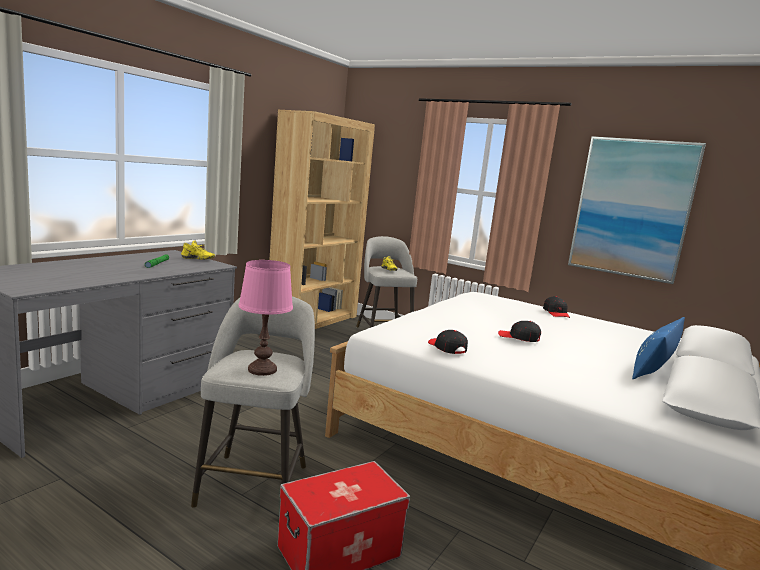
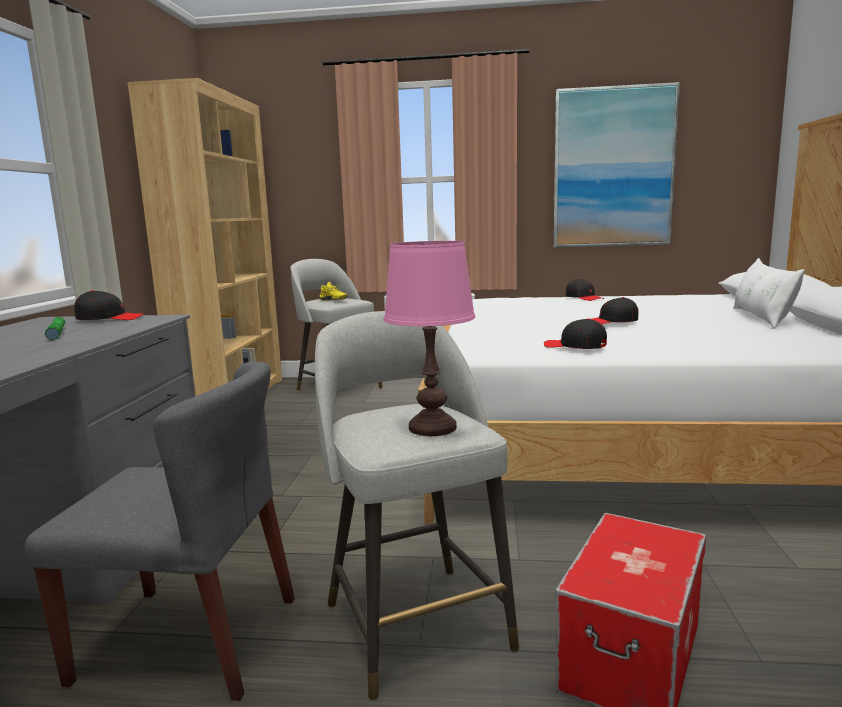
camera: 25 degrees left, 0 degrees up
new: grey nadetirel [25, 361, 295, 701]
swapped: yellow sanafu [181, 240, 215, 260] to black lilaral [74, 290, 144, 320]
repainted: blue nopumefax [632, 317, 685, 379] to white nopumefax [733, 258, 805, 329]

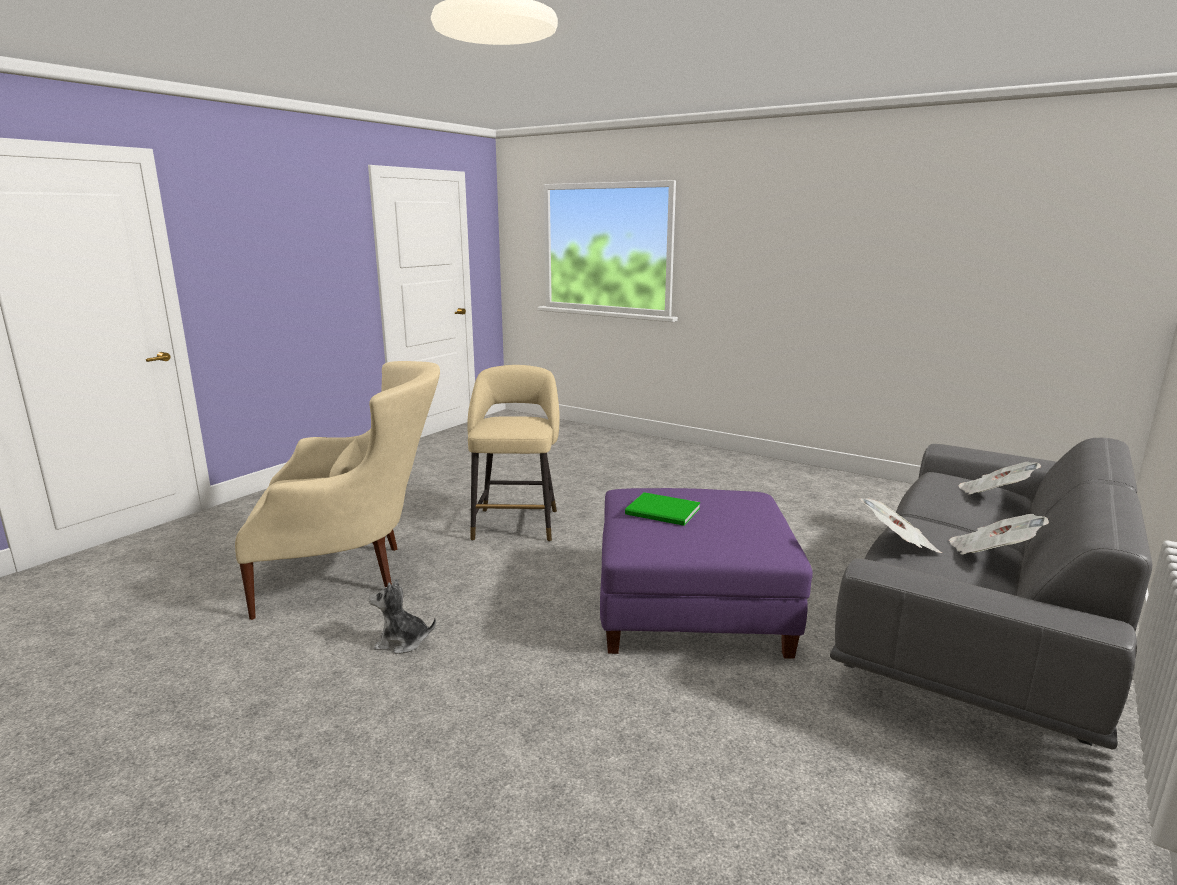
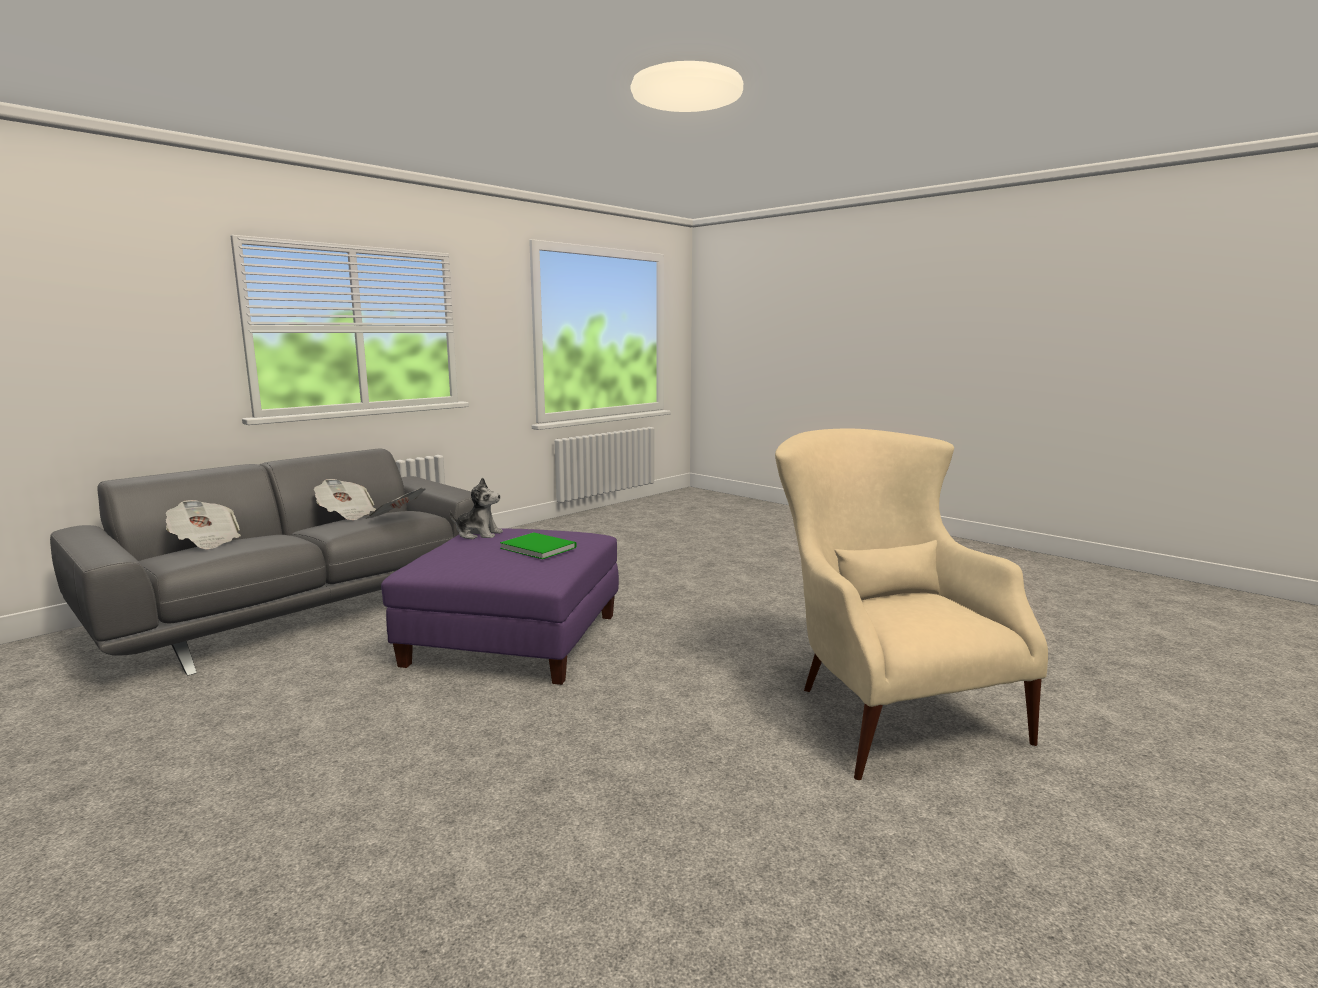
camera: 170 degrees left, 5 degrees down
gone: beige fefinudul [467, 365, 560, 542]
shifted: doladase [369, 579, 436, 654] to [449, 477, 503, 539]
rotated: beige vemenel [235, 361, 440, 620] = [775, 429, 1048, 780] 75 degrees clockwise

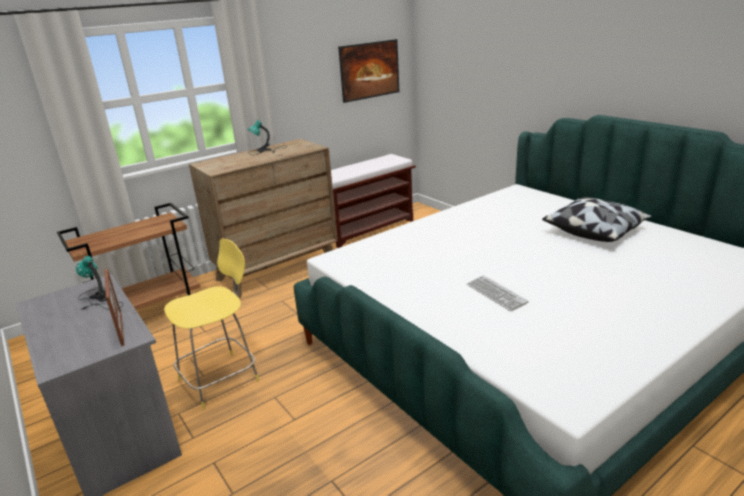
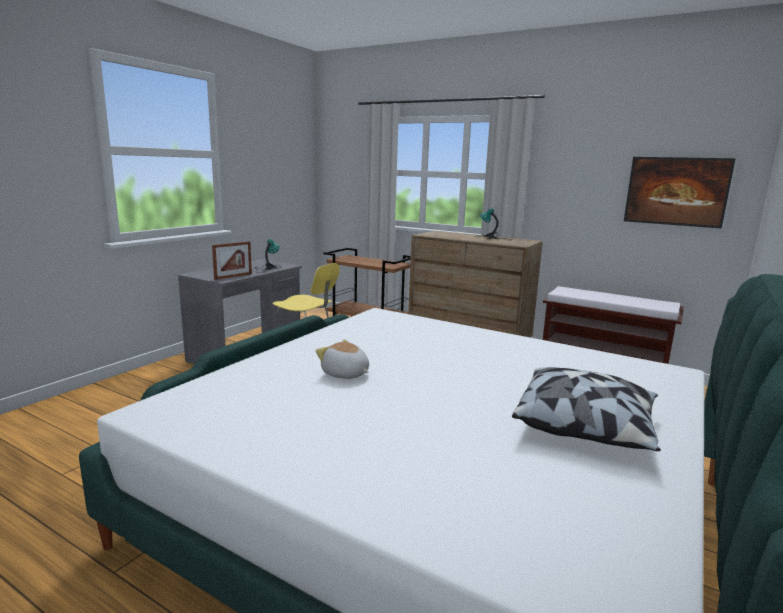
camera: 65 degrees right, 10 degrees down
swapped: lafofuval [467, 275, 529, 311] to doladase [316, 339, 369, 379]

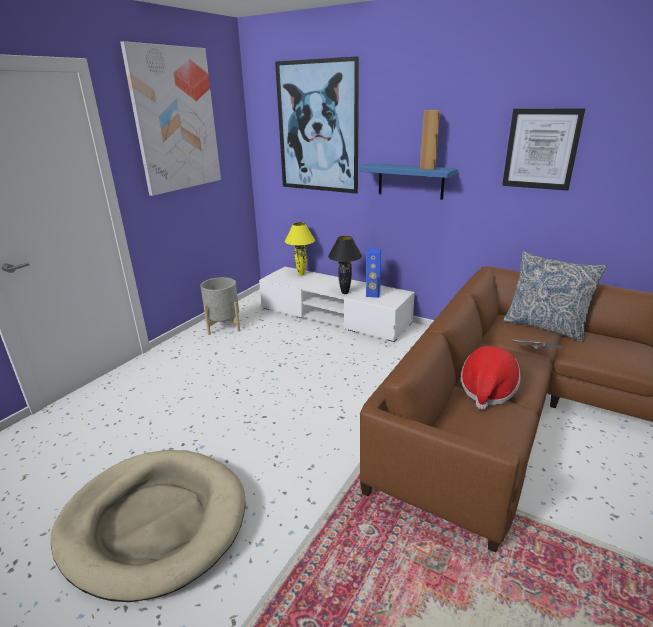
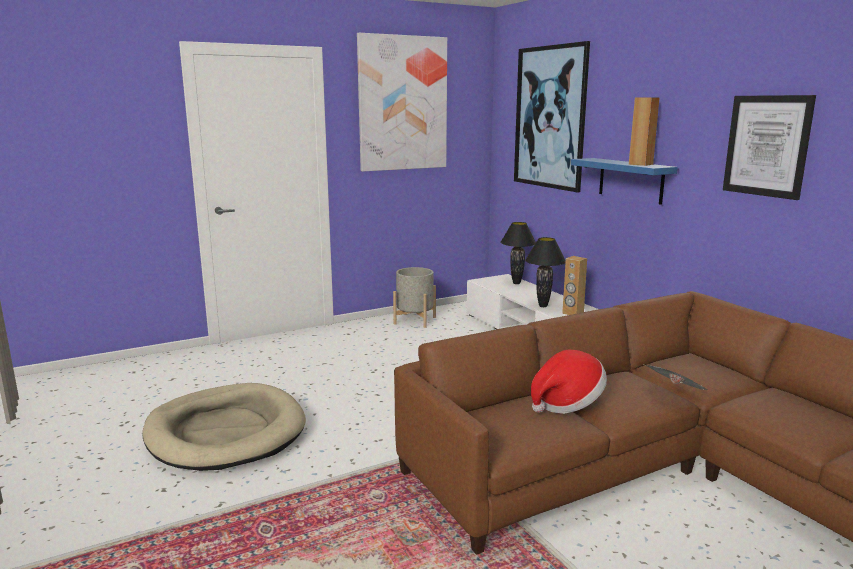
camera: 30 degrees right, 10 degrees down
gone: nopumefax [503, 252, 607, 342]
repainted: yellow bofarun [285, 222, 315, 276] to black bofarun [500, 222, 536, 284]; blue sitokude [366, 249, 381, 298] to brown sitokude [562, 256, 587, 315]

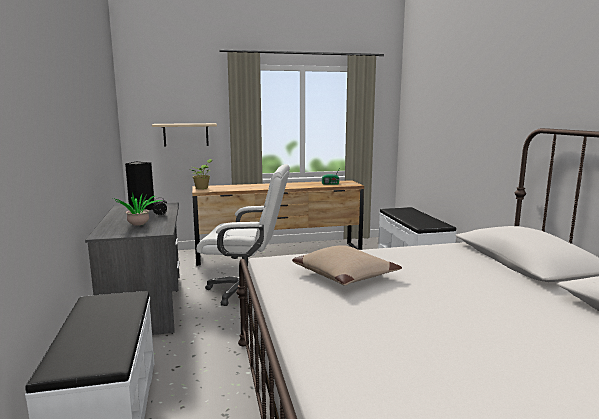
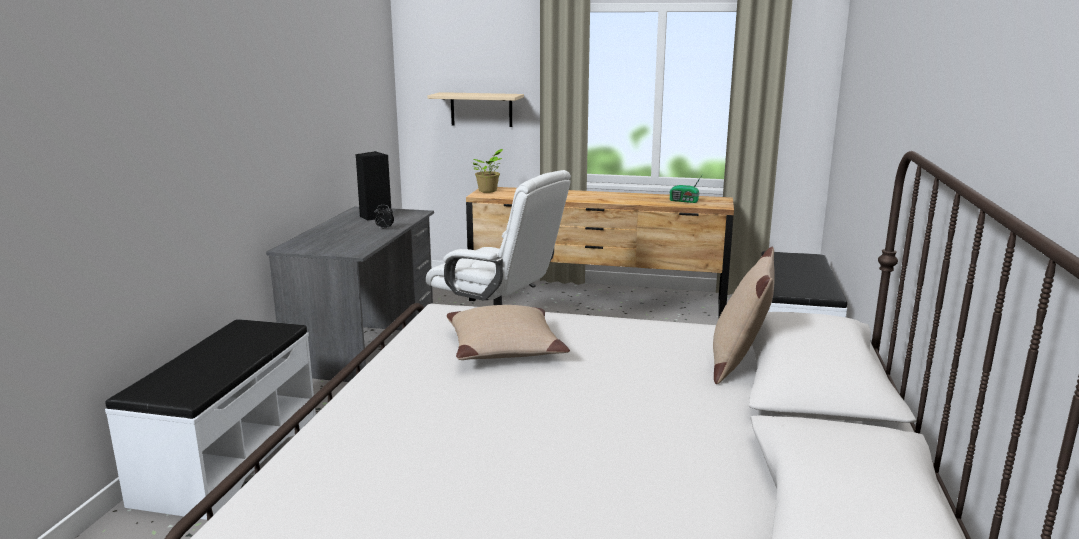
camera: 25 degrees right, 5 degrees up
gone: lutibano [113, 193, 164, 226]
new: beige nopumefax [713, 247, 775, 384]

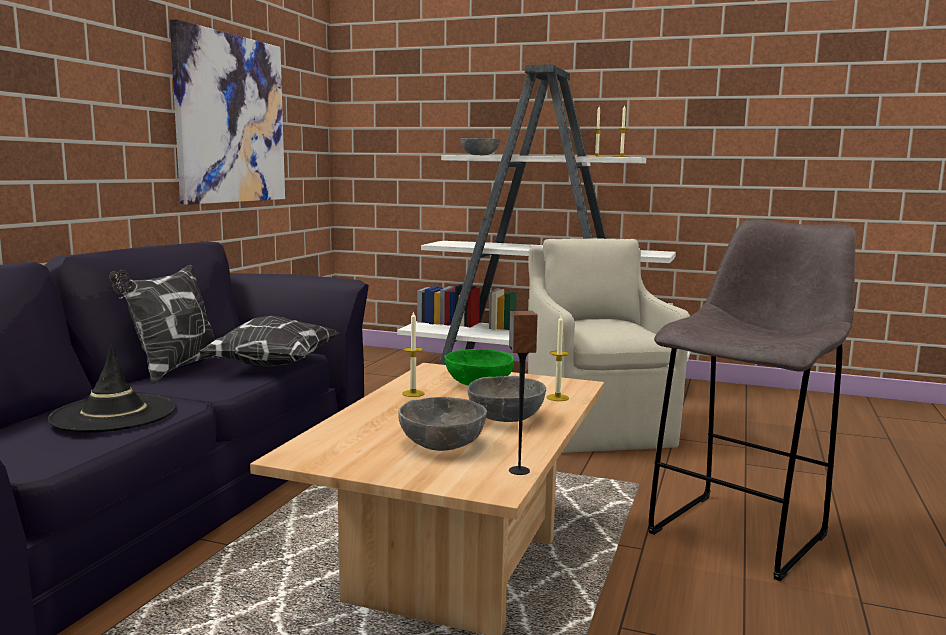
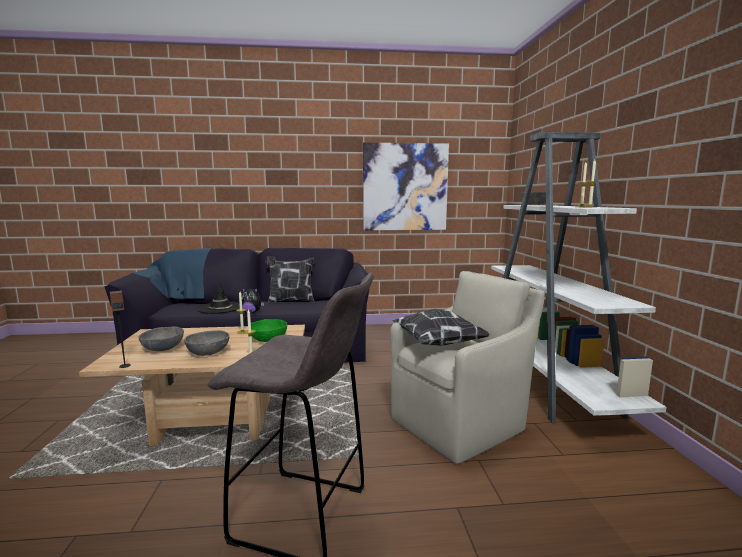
camera: 65 degrees right, 0 degrees up
new: doladase [242, 288, 265, 313]
shifted: nopumefax [199, 315, 338, 366] to [392, 309, 490, 346]

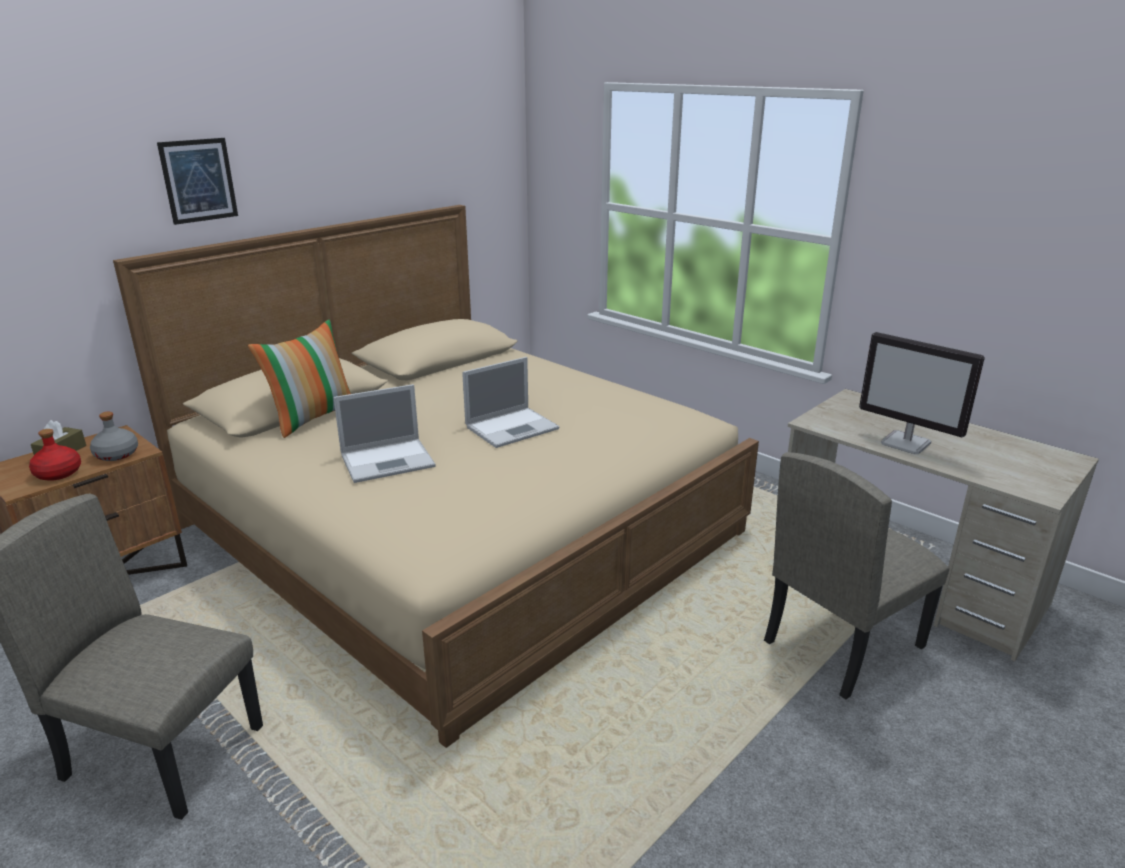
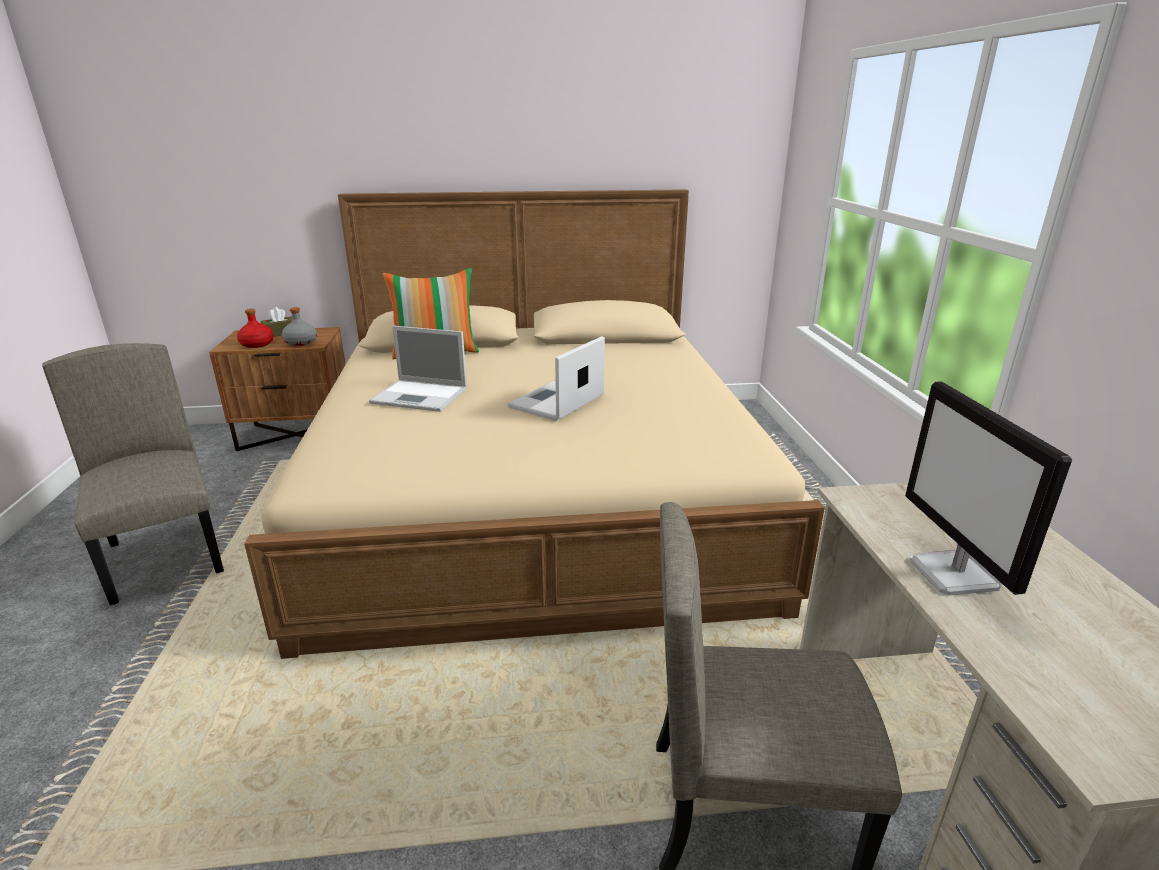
camera: 40 degrees right, 0 degrees up
gone: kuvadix [157, 138, 238, 225]
rotated: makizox [462, 357, 559, 448] = [507, 336, 605, 421] 120 degrees clockwise

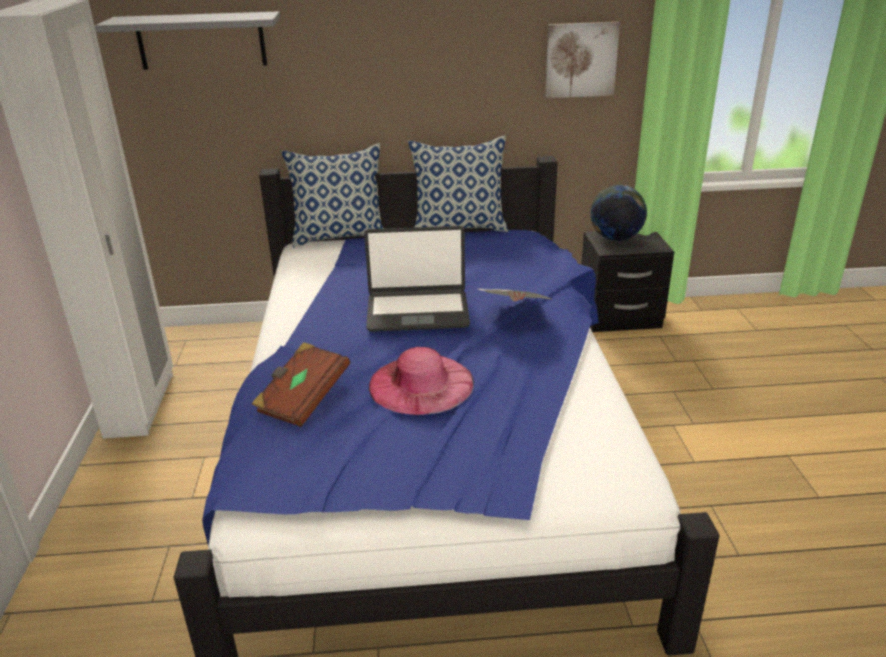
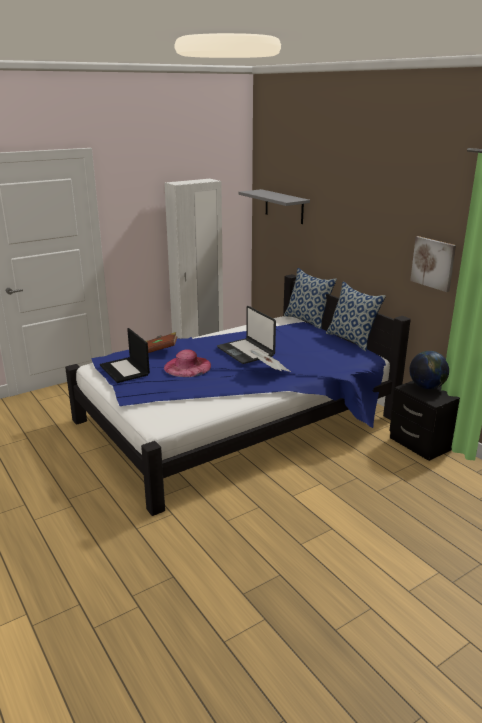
camera: 60 degrees right, 5 degrees down
new: makizox [100, 328, 150, 383]

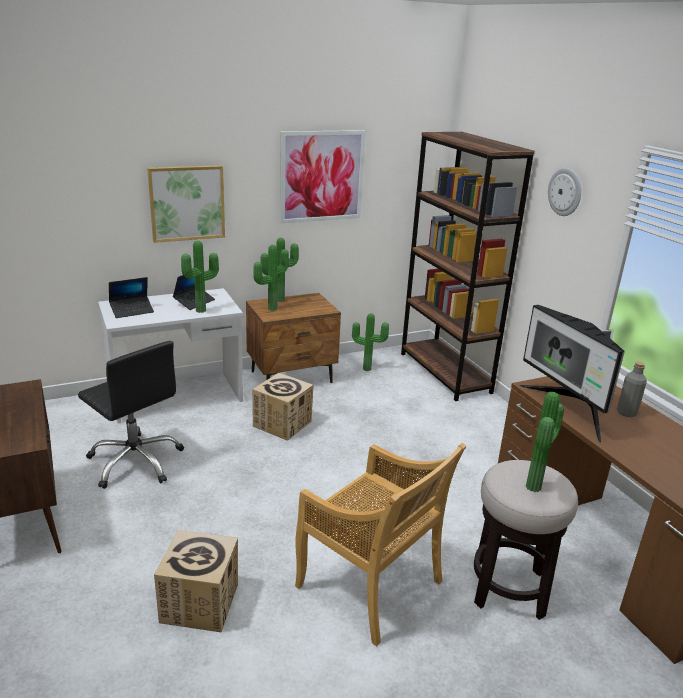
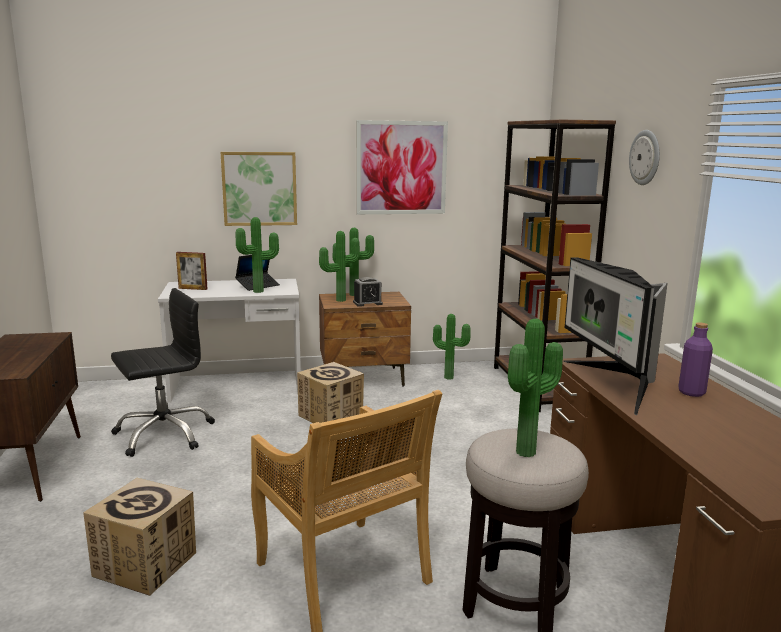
camera: 15 degrees right, 10 degrees down
new: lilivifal [353, 277, 383, 307]
swapped: makizox [109, 277, 154, 318] to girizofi [176, 252, 208, 290]
repainted: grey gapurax [617, 361, 647, 417] to purple gapurax [678, 322, 713, 397]
rotated: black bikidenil [78, 341, 184, 489] = [111, 288, 215, 457] 90 degrees counterclockwise

